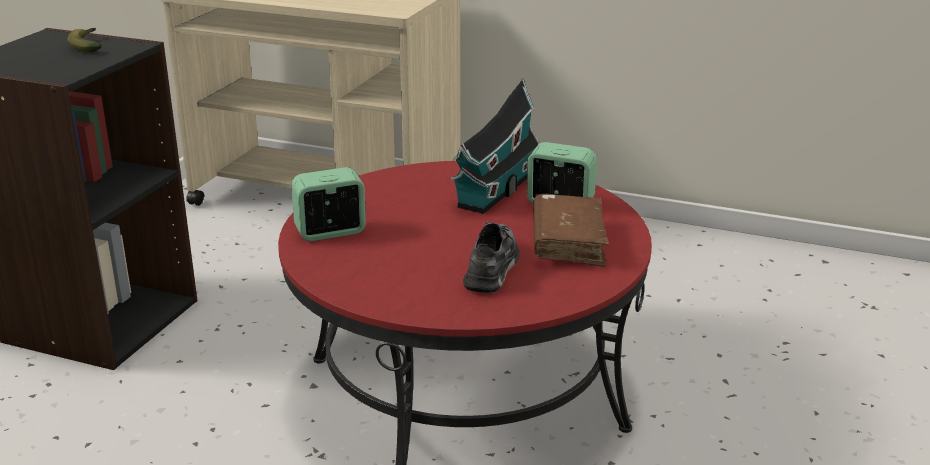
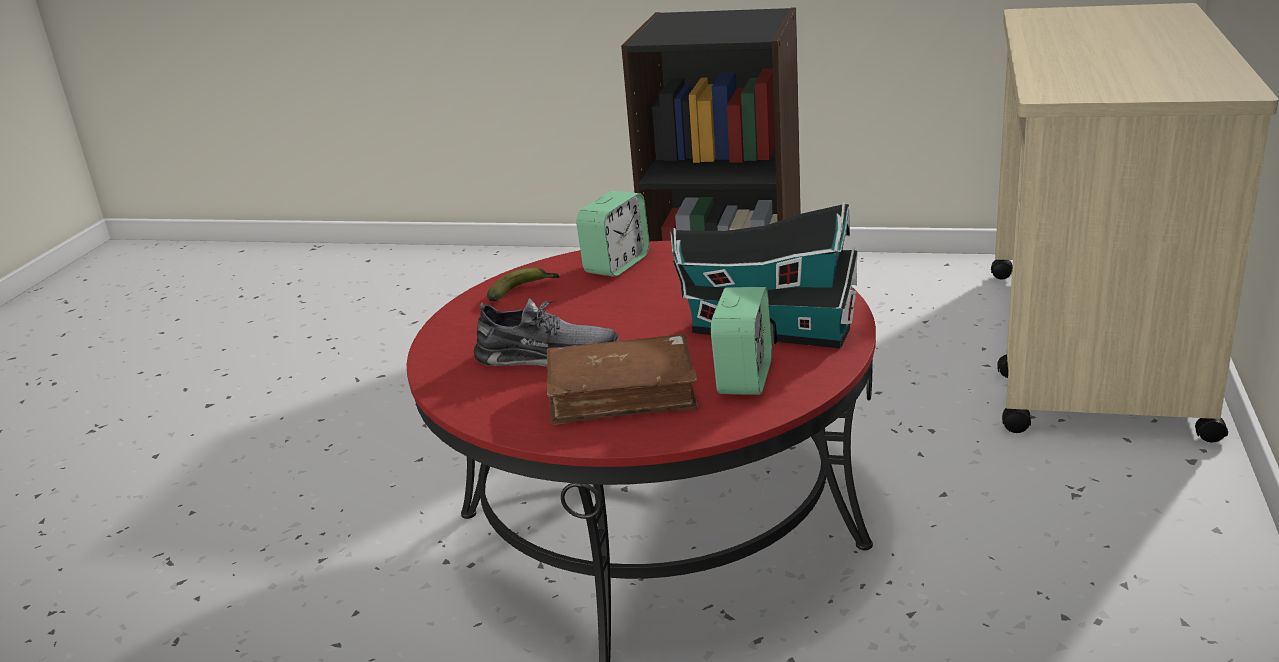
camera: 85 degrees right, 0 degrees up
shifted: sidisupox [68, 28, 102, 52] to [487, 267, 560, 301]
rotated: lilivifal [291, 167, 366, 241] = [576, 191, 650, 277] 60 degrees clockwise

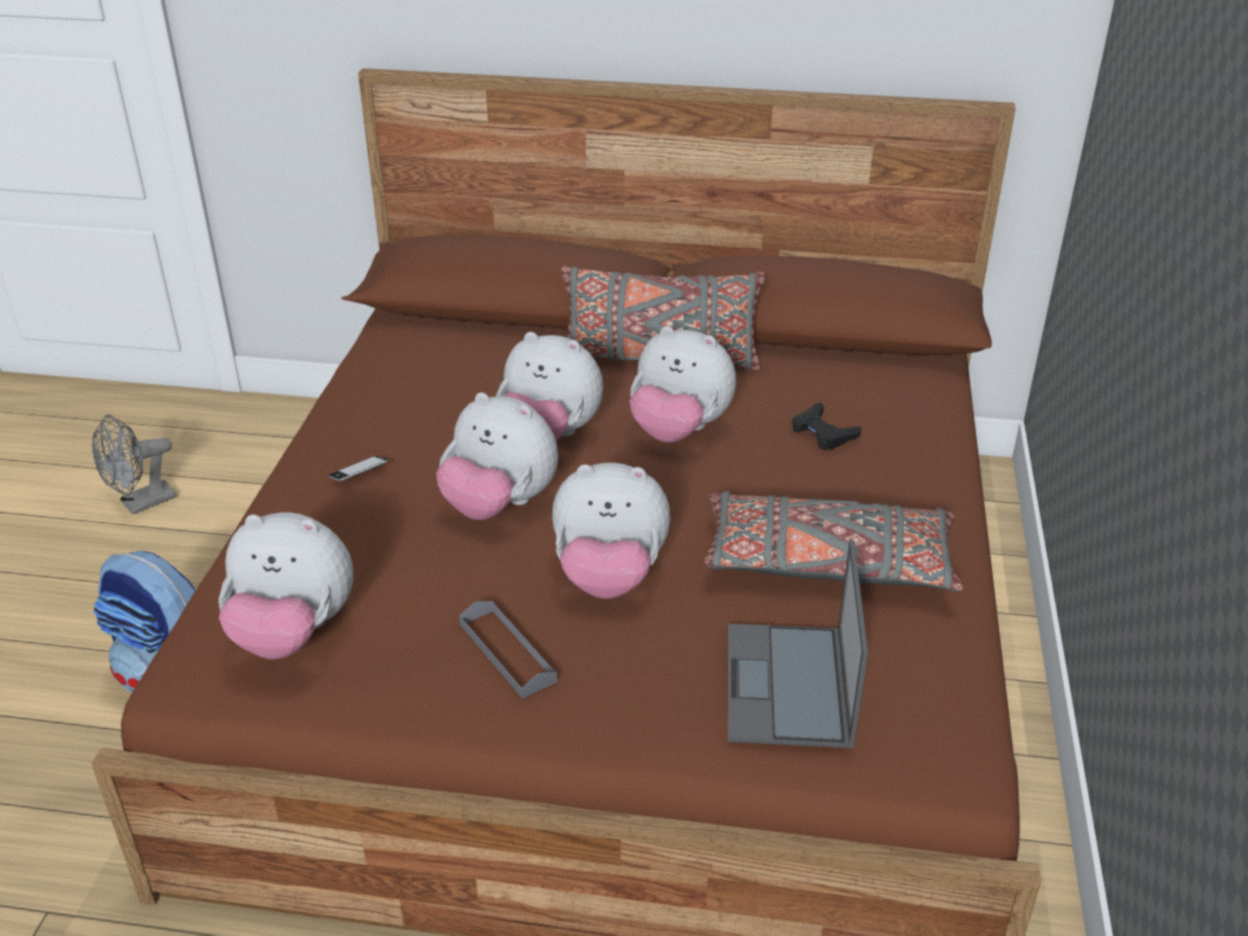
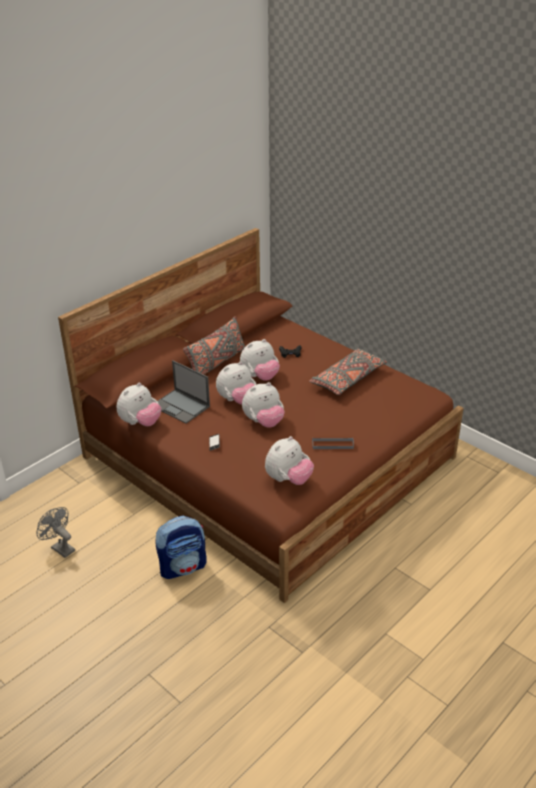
camera: 55 degrees left, 0 degrees up
shifted: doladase [552, 463, 671, 599] to [117, 383, 161, 426]; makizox [728, 540, 868, 748] to [157, 360, 210, 424]
rotated: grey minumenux [92, 415, 176, 515] = [37, 507, 75, 558] 135 degrees clockwise

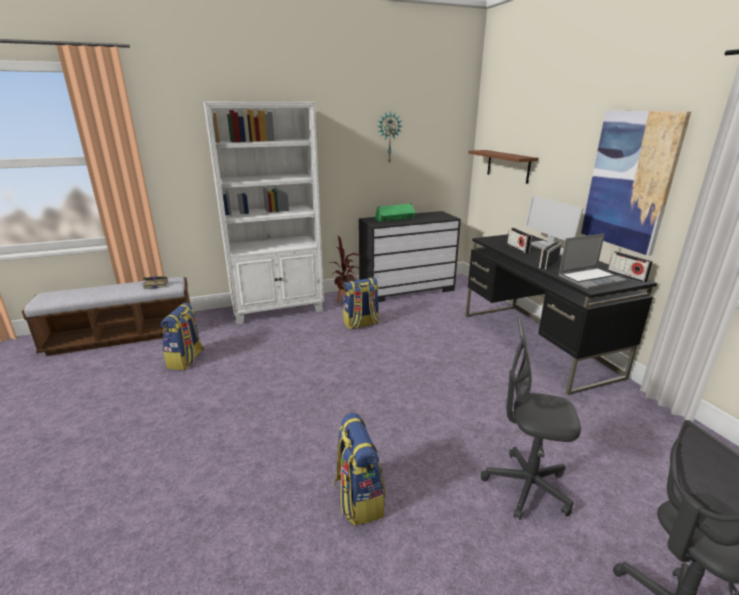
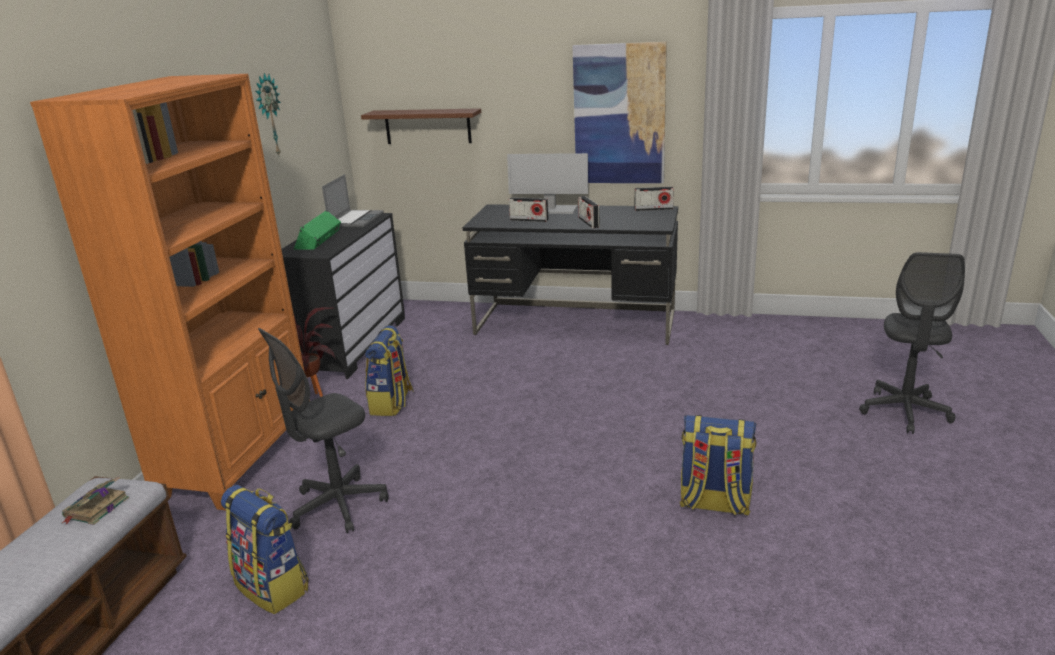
camera: 55 degrees left, 0 degrees up
shifted: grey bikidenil [481, 317, 581, 520] to [258, 328, 389, 533]; makizox [558, 233, 627, 290] to [322, 174, 384, 228]
repainted: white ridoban [203, 102, 324, 325] to orange ridoban [30, 74, 310, 510]

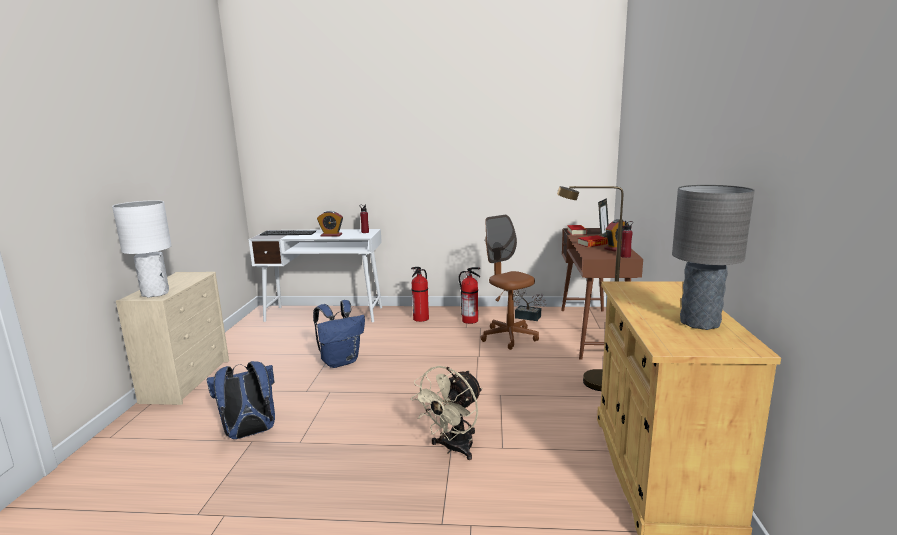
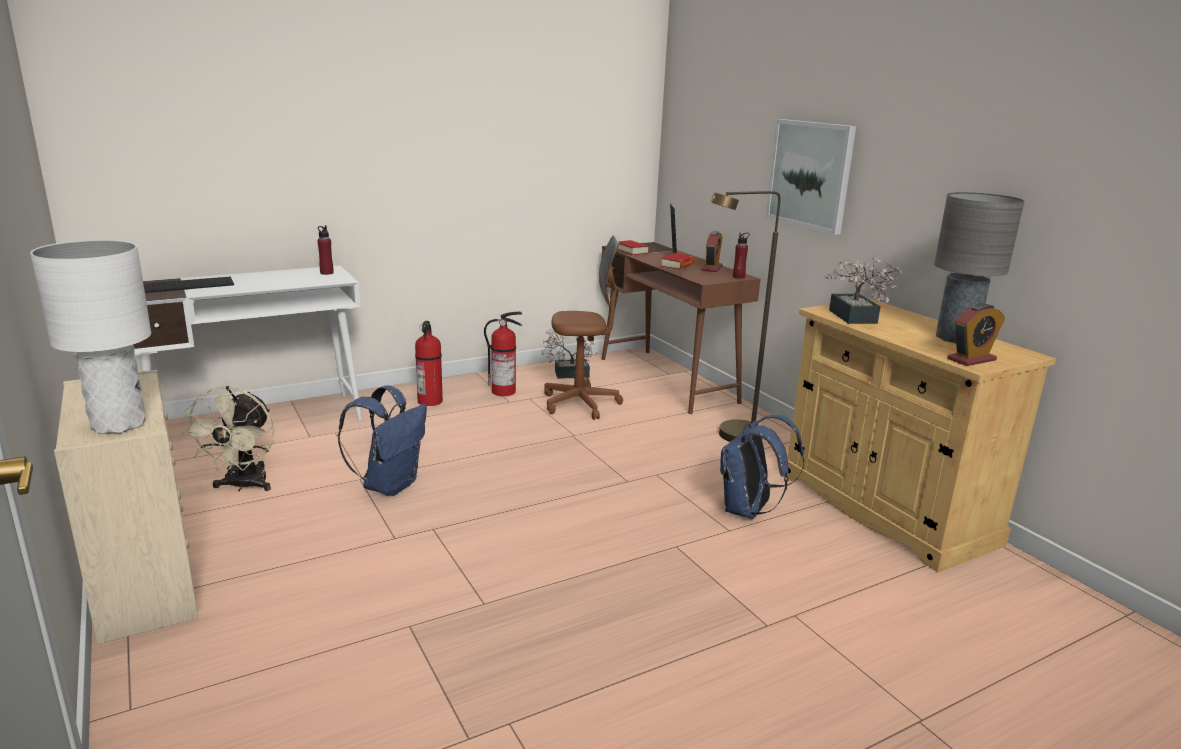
camera: 35 degrees left, 5 degrees up
new: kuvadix [766, 119, 856, 235]; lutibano [825, 257, 903, 324]
shifted: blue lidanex [207, 361, 275, 439] to [720, 415, 804, 519]; lilivifal [317, 211, 343, 237] to [947, 303, 1005, 366]; beige minumenux [411, 366, 482, 460] to [181, 386, 274, 491]
rotated: brown bikidenil [481, 215, 539, 350] = [544, 235, 623, 420] 150 degrees clockwise

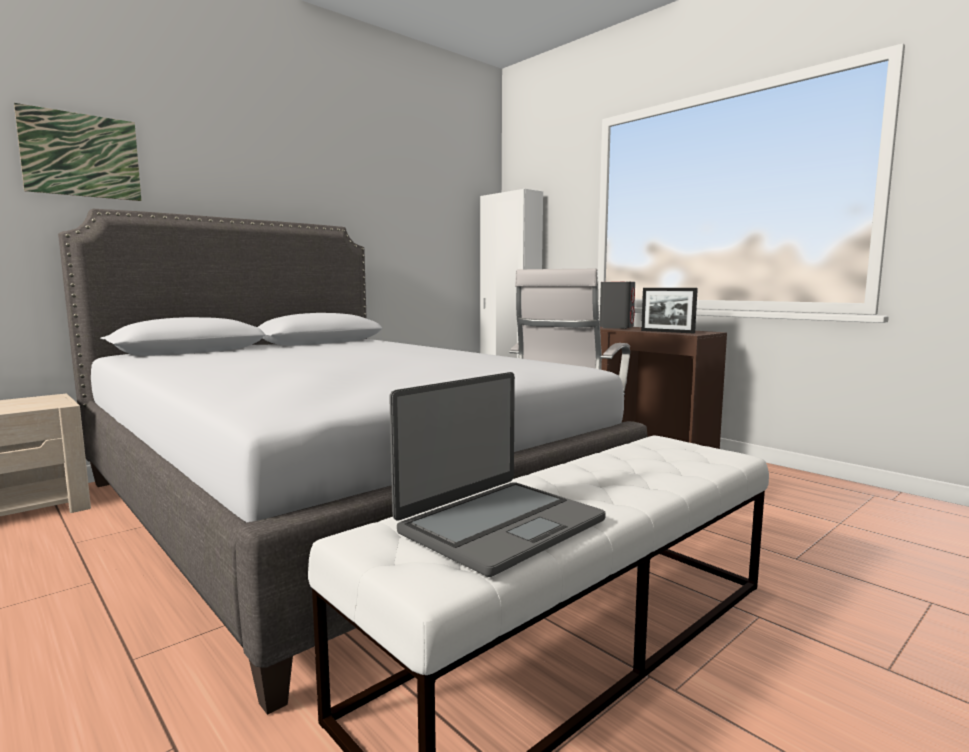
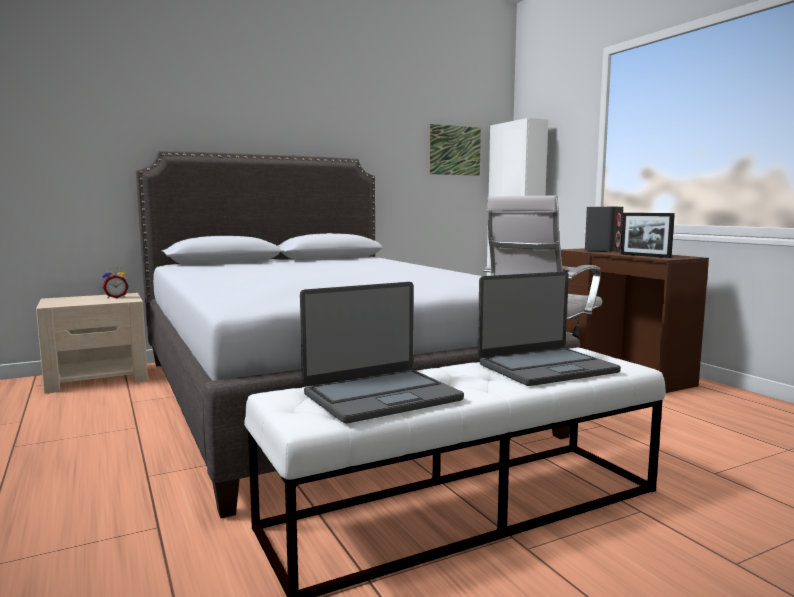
camera: 15 degrees right, 0 degrees up
new: lilivifal [102, 267, 129, 298]; makizox [478, 271, 621, 386]
shifted: kuvadix [14, 103, 141, 201] to [429, 124, 481, 176]

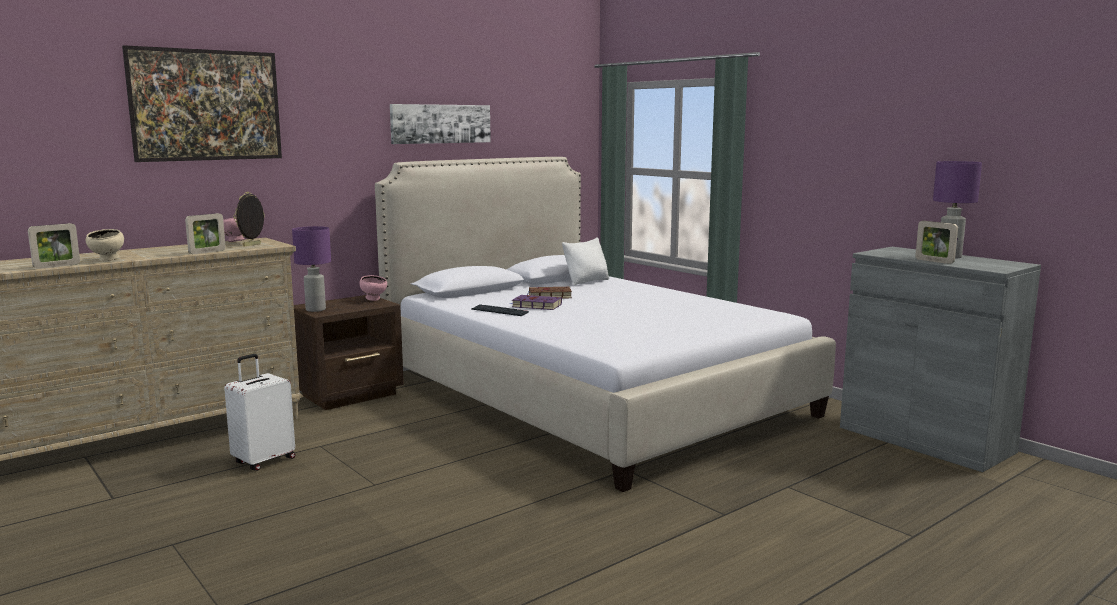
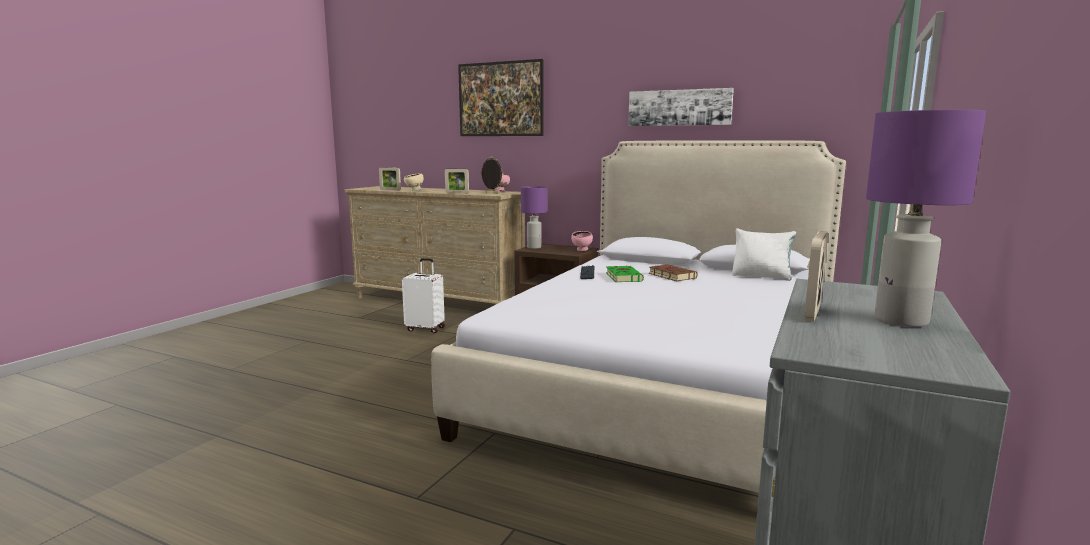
camera: 65 degrees right, 0 degrees up
repainted: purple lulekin [510, 295, 562, 310] to green lulekin [606, 266, 644, 282]

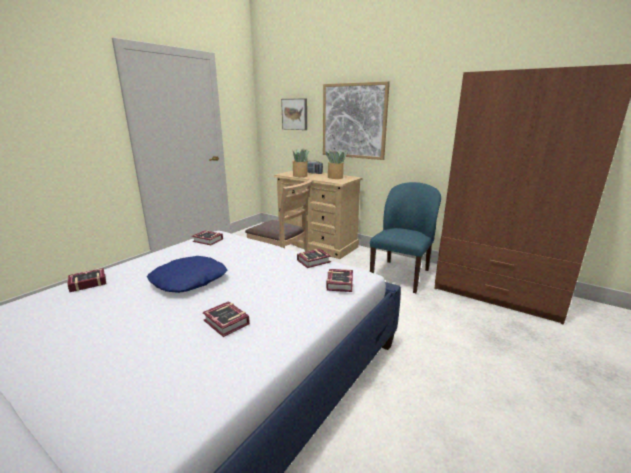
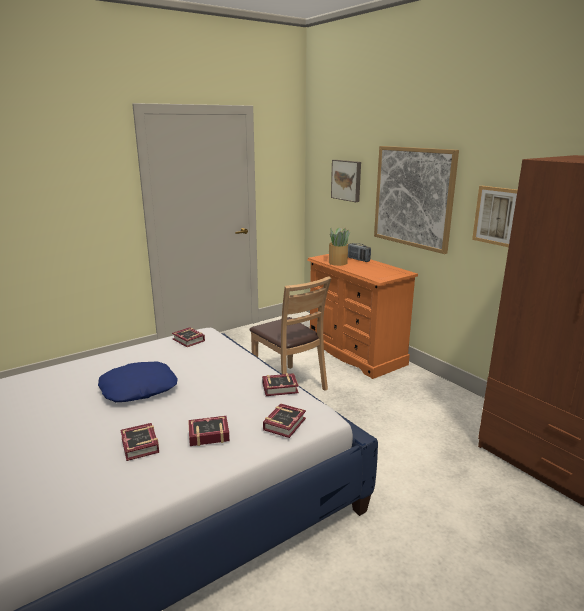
camera: 20 degrees right, 0 degrees up
gone: lutibano [325, 150, 347, 179]; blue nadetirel [370, 182, 441, 293]
new: kuvadix [472, 186, 518, 247]
shifted: lulekin [68, 268, 107, 292] to [188, 416, 230, 446]
repainted: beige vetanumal [274, 171, 363, 259] to orange vetanumal [307, 254, 418, 379]

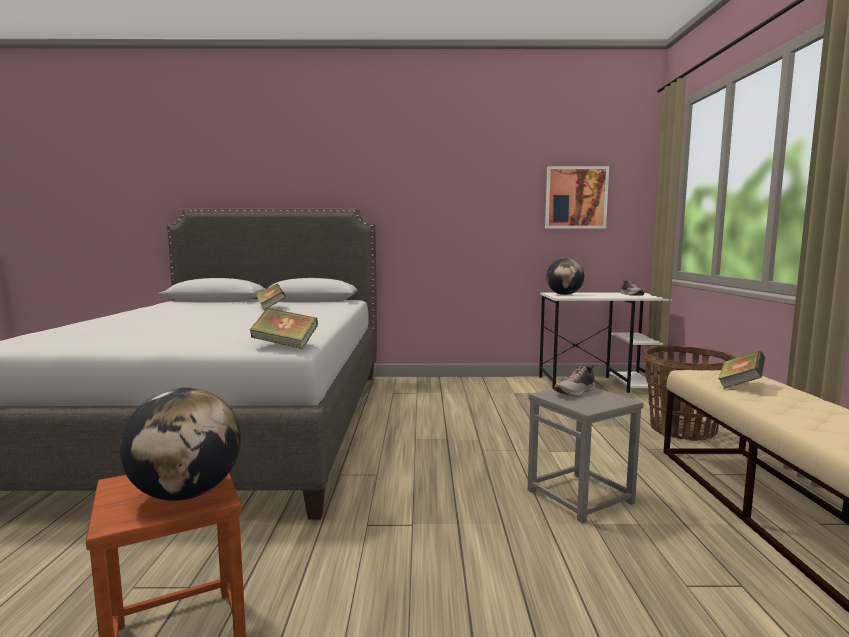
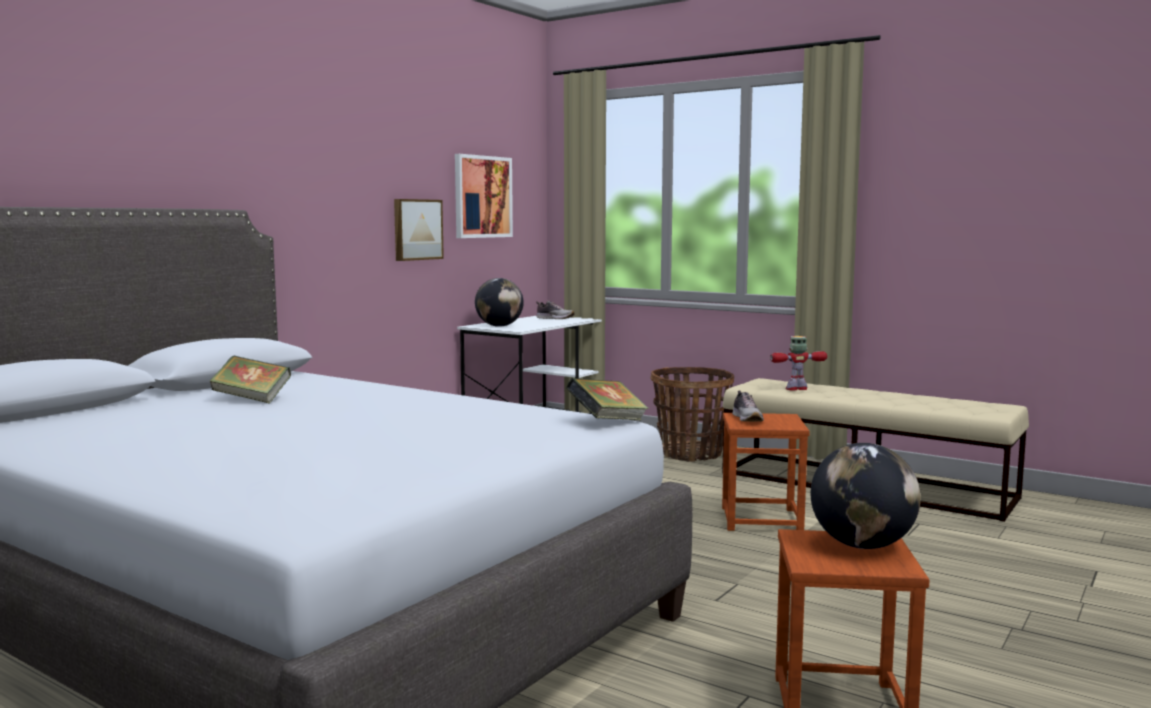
camera: 55 degrees left, 0 degrees up
new: kuvadix [394, 199, 444, 261]
swapped: lulekin [718, 351, 765, 389] to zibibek [770, 336, 827, 391]
repainted: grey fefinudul [528, 388, 644, 524] to brown fefinudul [722, 413, 810, 531]

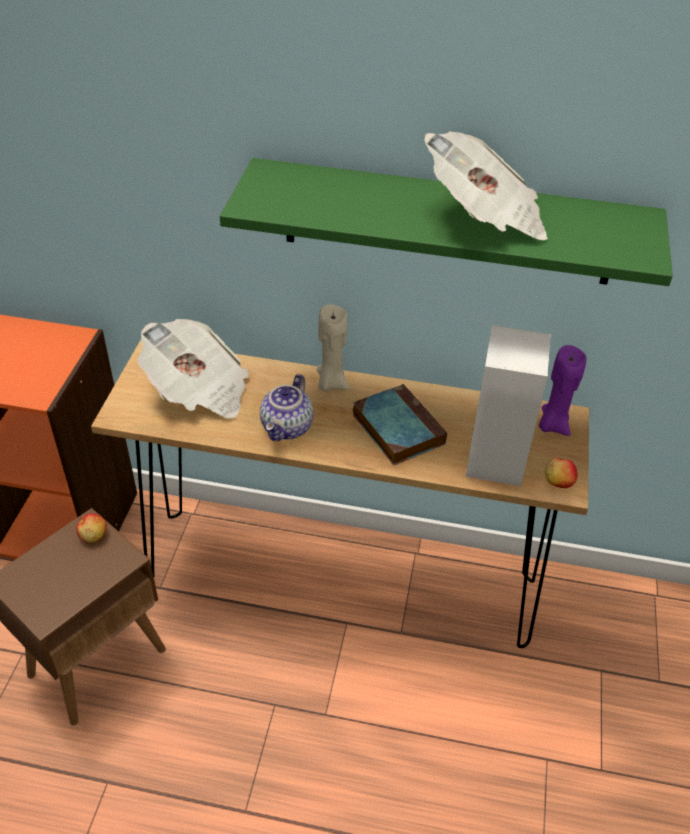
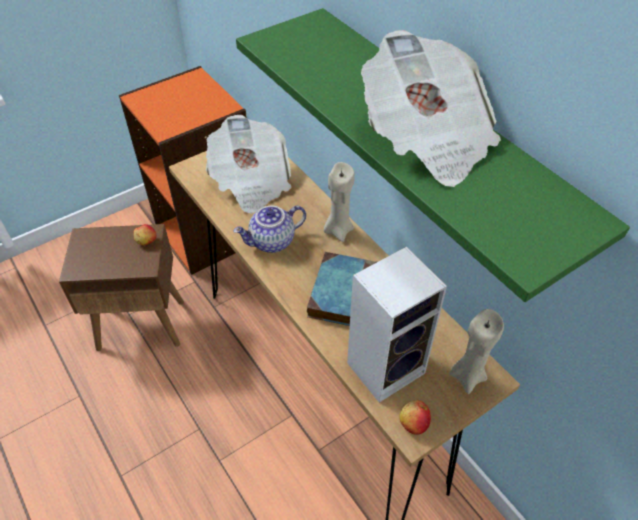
camera: 45 degrees right, 5 degrees up
repainted: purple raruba [539, 345, 586, 436] to beige raruba [450, 309, 504, 394]

